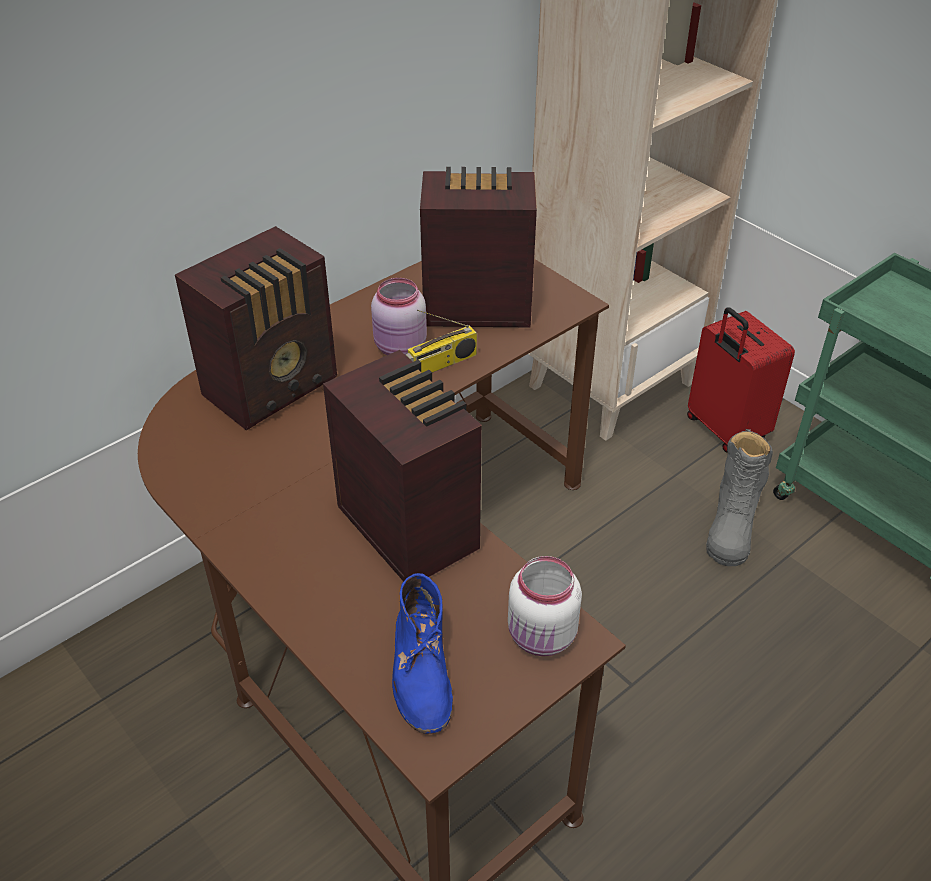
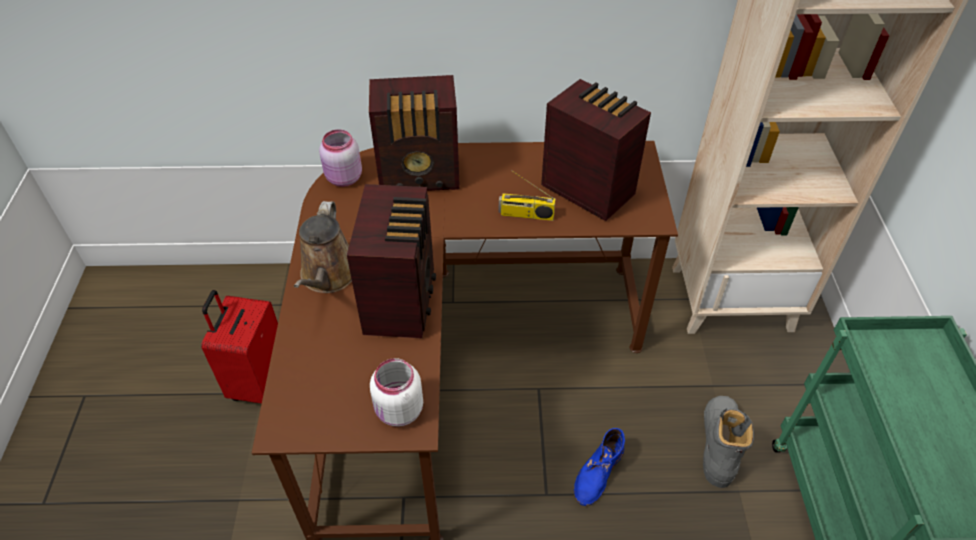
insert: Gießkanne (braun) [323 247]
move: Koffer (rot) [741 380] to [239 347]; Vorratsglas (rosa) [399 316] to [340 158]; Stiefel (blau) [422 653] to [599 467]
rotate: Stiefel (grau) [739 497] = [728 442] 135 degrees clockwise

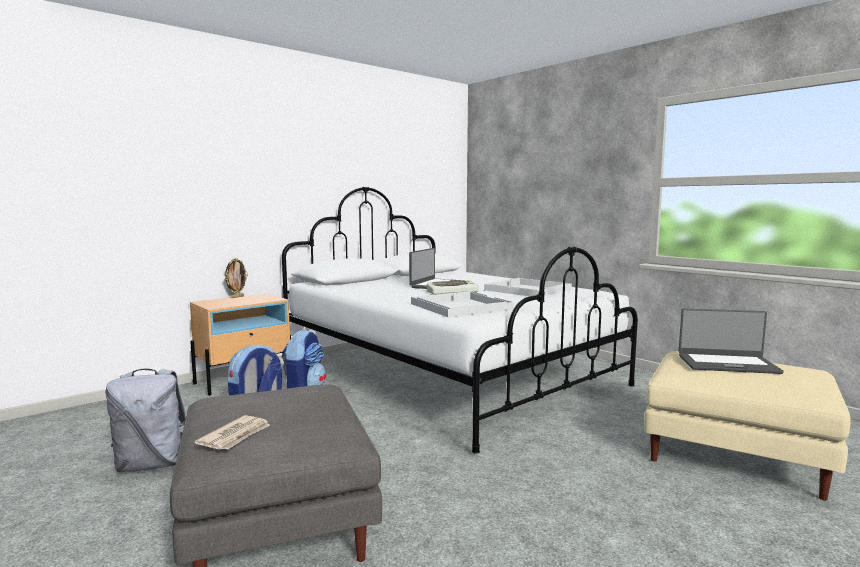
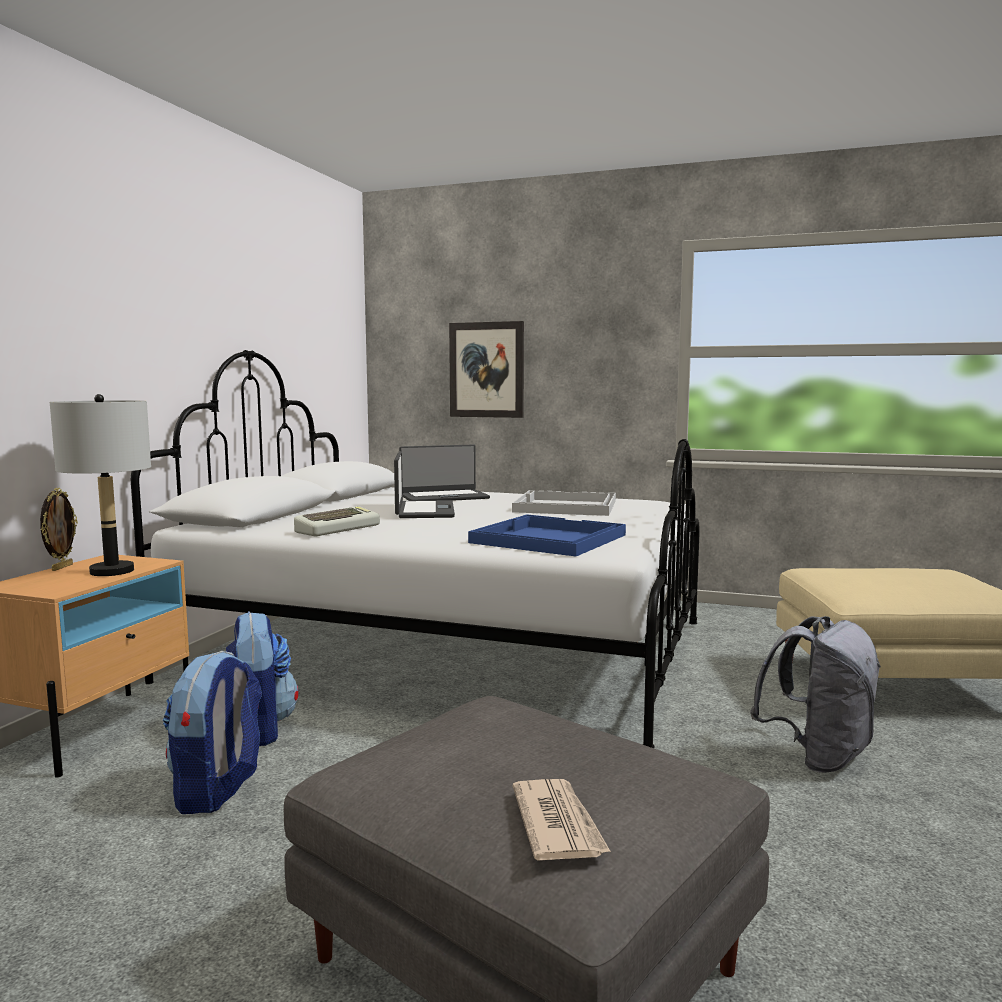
insert: Tischlampe (grau) [100 485]; Bild [486 369]
move: Tastatur [453 287] to [337 521]; Laptop [731 341] to [444 472]; Rucksack (grau) [145 420] to [815 694]
recolor: Tablett (weiß) [462 304] to Tablett (blau) [547 535]

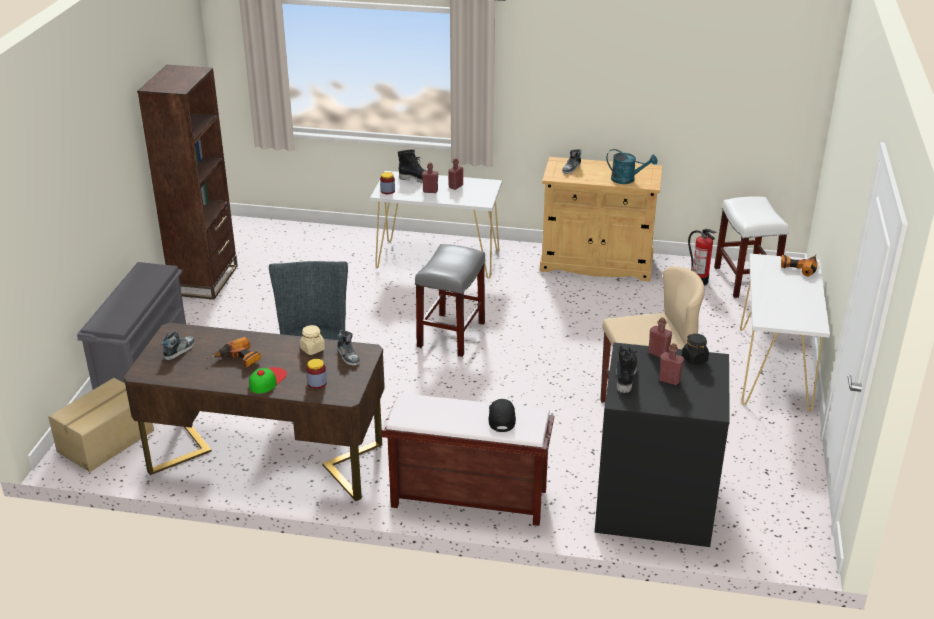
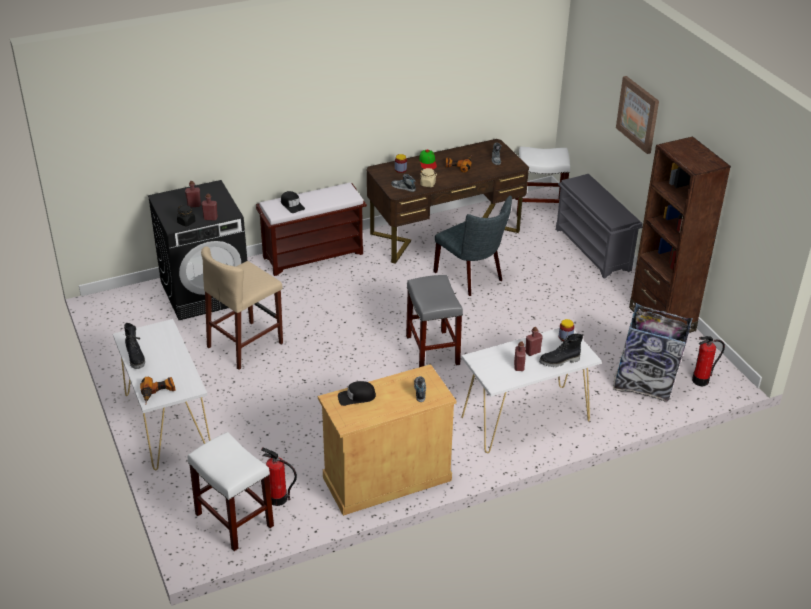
insert: Mülleimer [653 352]; Bild [637 115]; Feuerlöscher [708 361]
move: Stiefel (schwarz) [626 369] to [134 346]
replace: Gießkanne (türkis) [631 166] to Kappe (schwarz) [357 393]; Karton [101 425] to Hocker (weiß) [542 181]

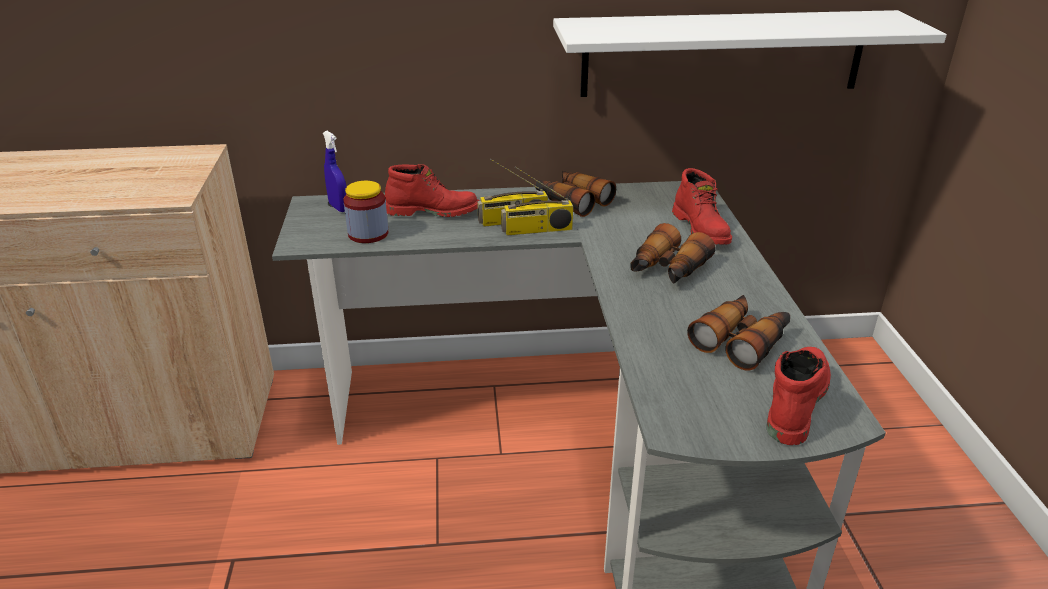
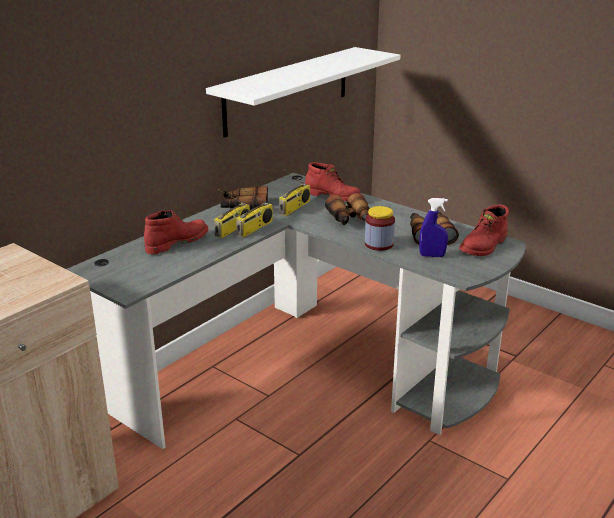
insert: Radio [294 193]
move: Vorratsglas [365 212] to [380 228]; Sprühflasche (blau) [335 171] to [433 227]
rotate: Stiefel (rot) [799 396] = [484 230] 120 degrees counterclockwise

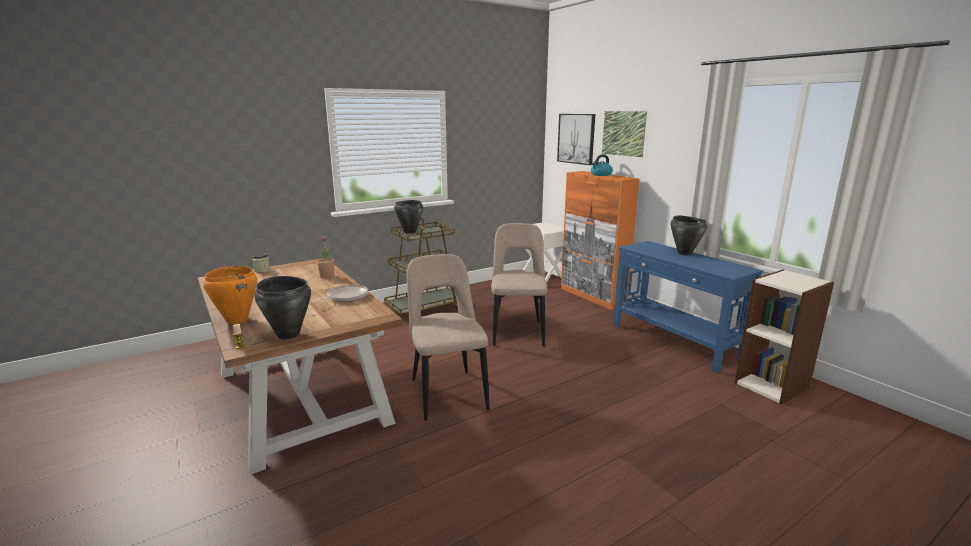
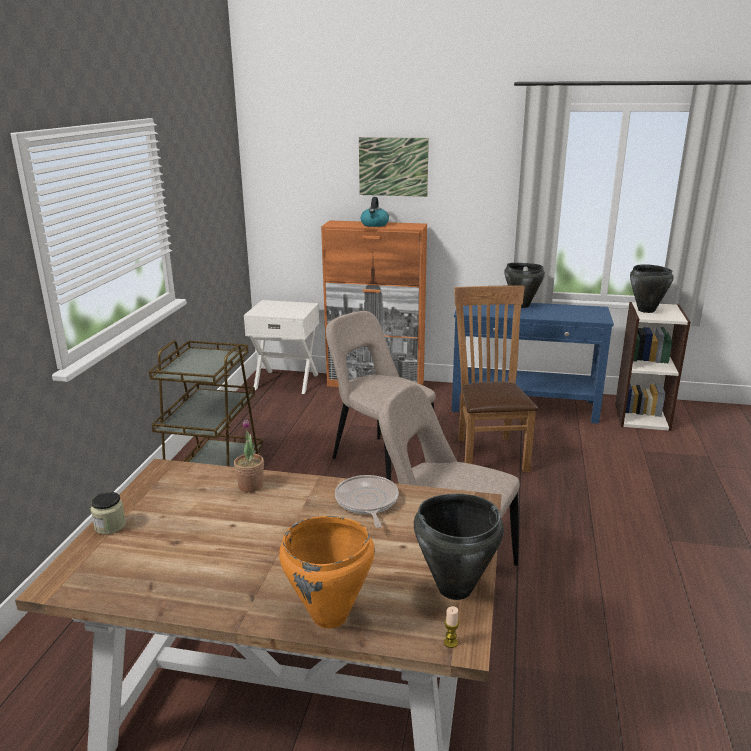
delete: Bild [576 139]
insert: Stuhl (braun) [496 379]
move: Kochtopf (schwarz) [408 217] to [652 288]

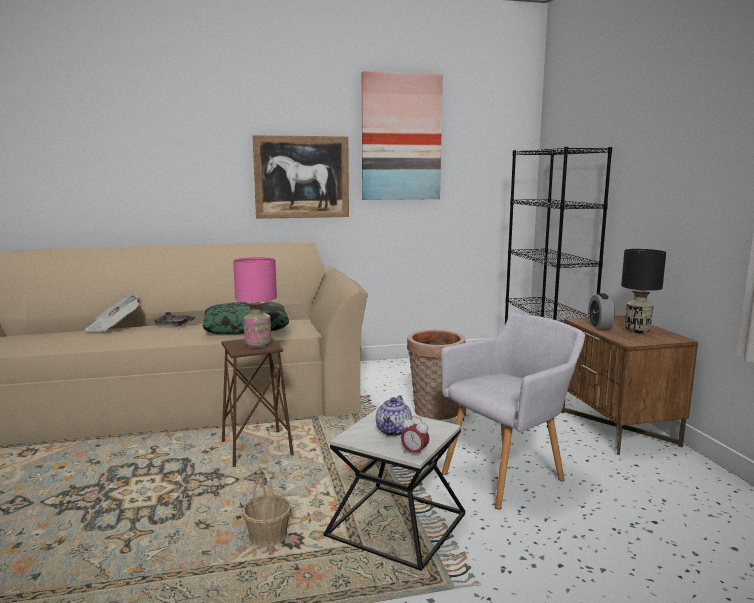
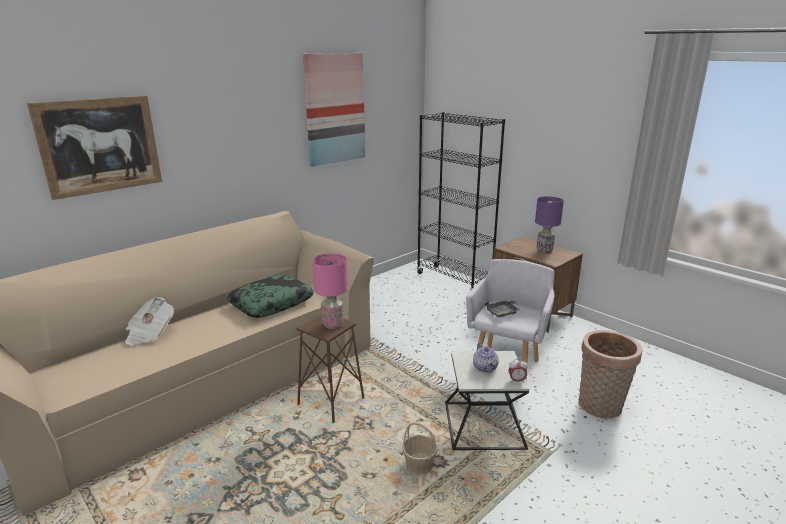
delete: Wecker [601 311]
move: Bild [300 177] to [94 147]; Tablett (grau) [176 319] to [502 309]; Korb [436 375] to [610 374]
recolor: Tischlampe (schwarz) [643 291] to Tischlampe (lila) [549 224]

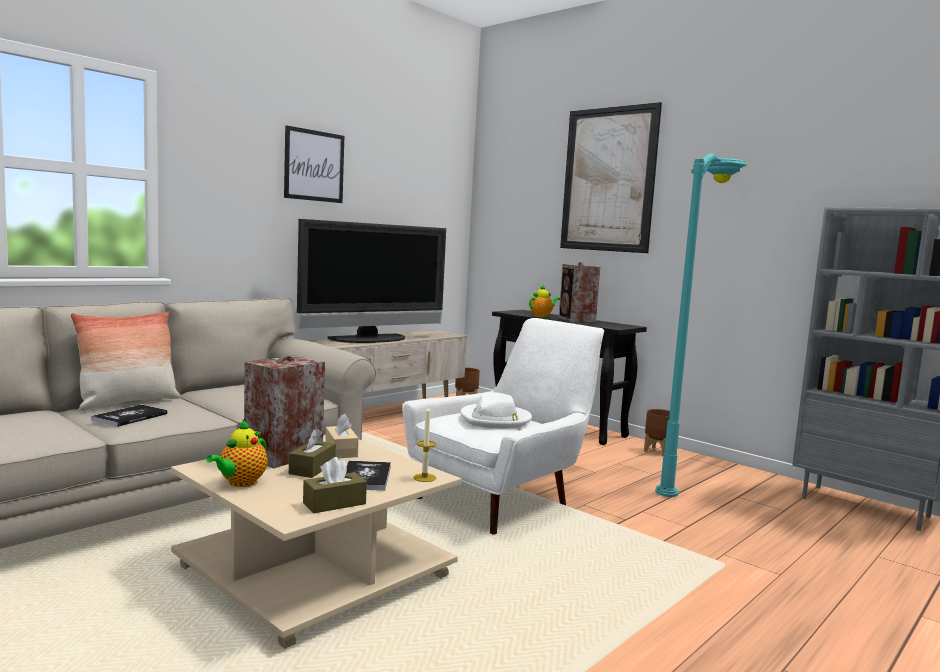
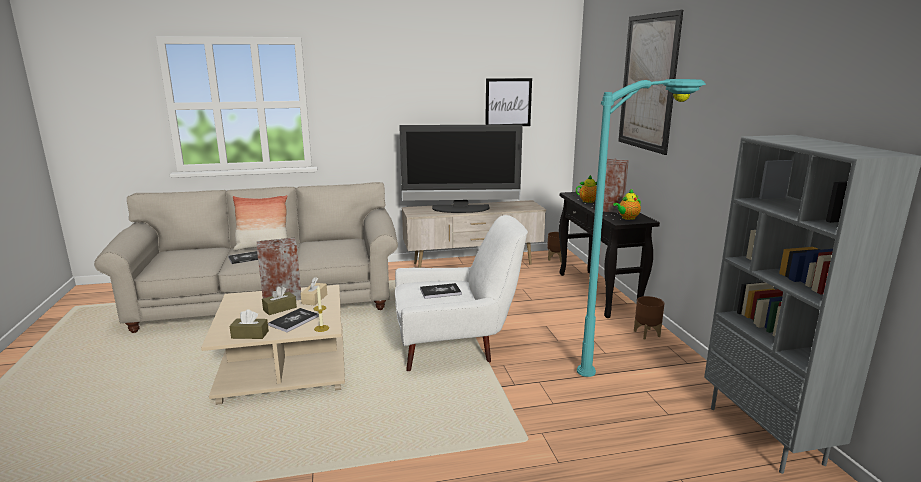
move: Bild [314 164] to [508 102]; Teekanne [237 453] to [627 204]
replace: Hut (weiß) [496 410] to Buch [441 291]

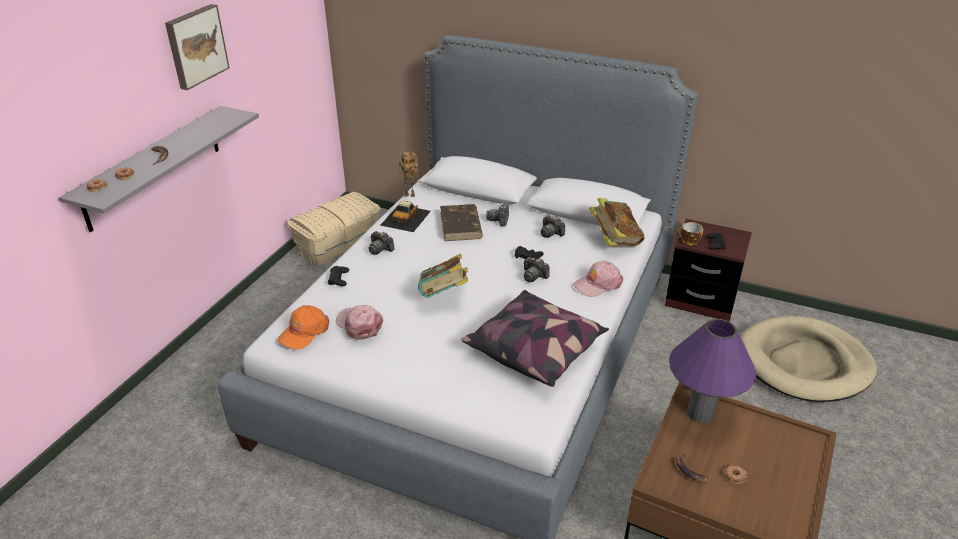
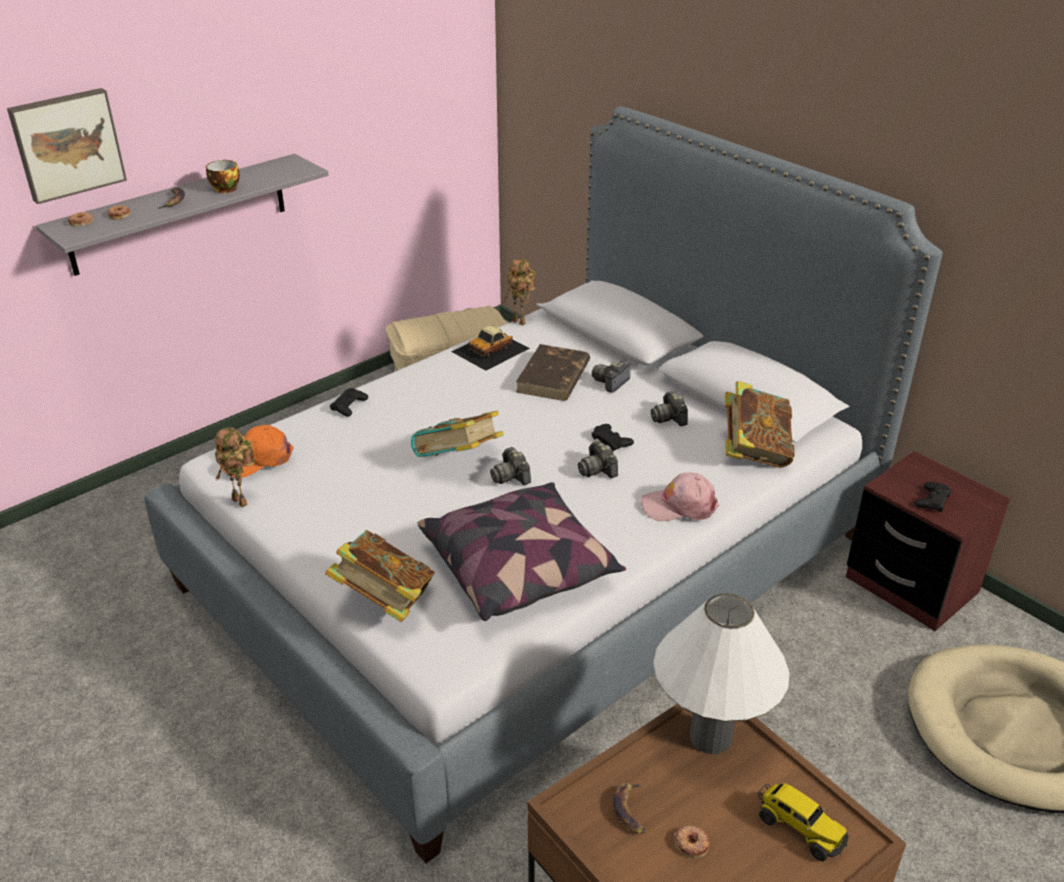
delete: Kappe (rosa) [359 322]
insert: Spielzeugroboter [235 467]; Buch [380 576]; Spielzeuglaster [803 822]
move: Bild [197 47] to [67 146]; Tasse [689 233] to [223 176]; Kamera [381 243] to [510 466]
recolor: Tischlampe (lila) [712 371] to Tischlampe (weiß) [721 674]

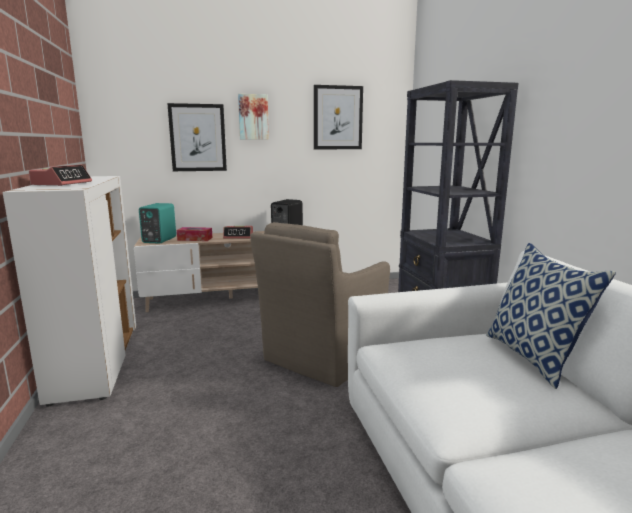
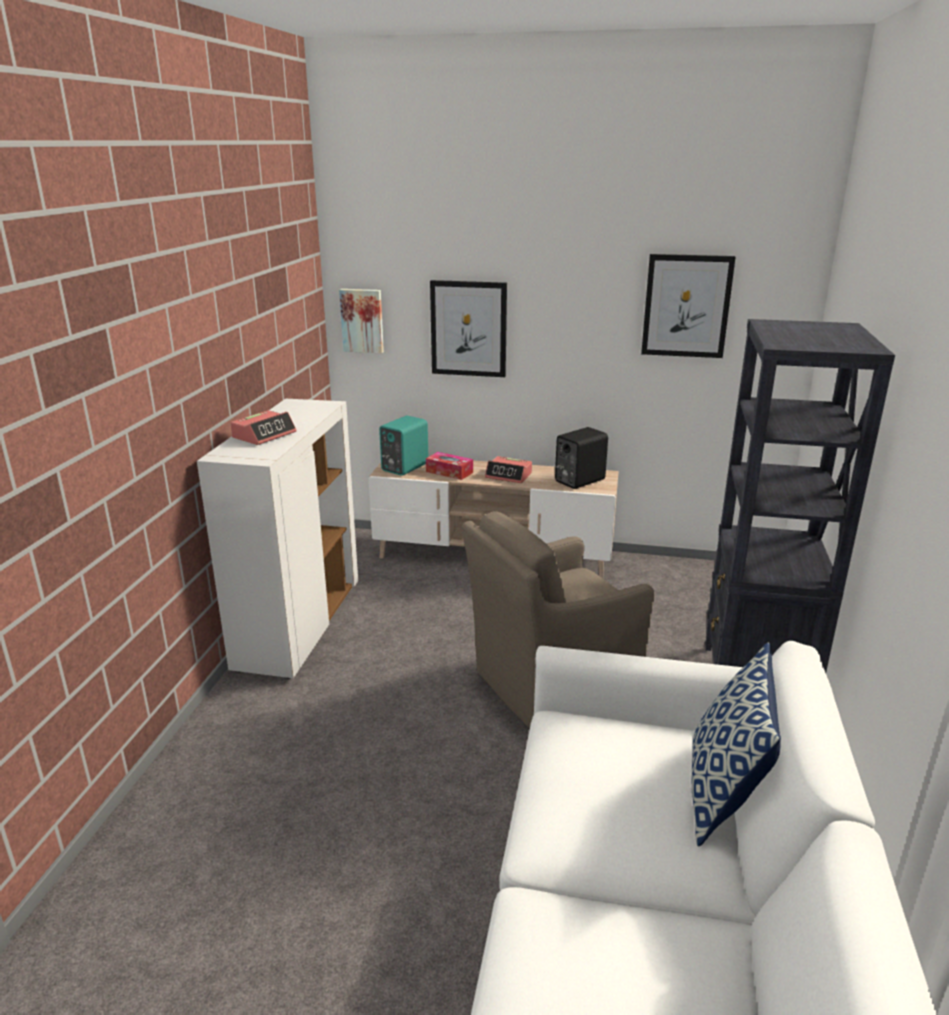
move: Bild [253 117] to [361 321]

